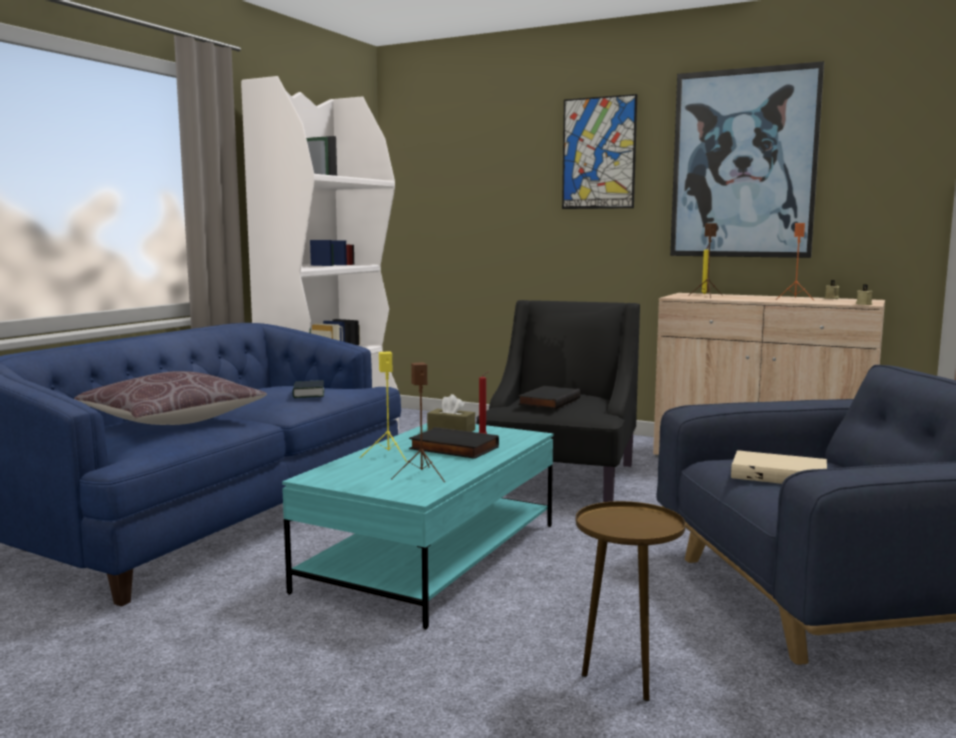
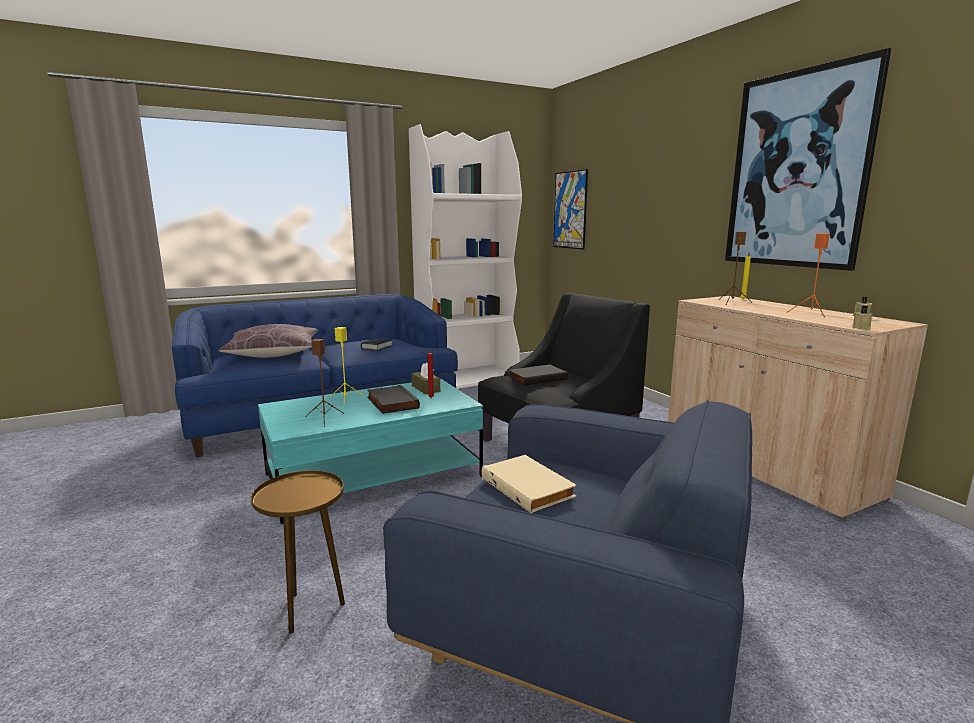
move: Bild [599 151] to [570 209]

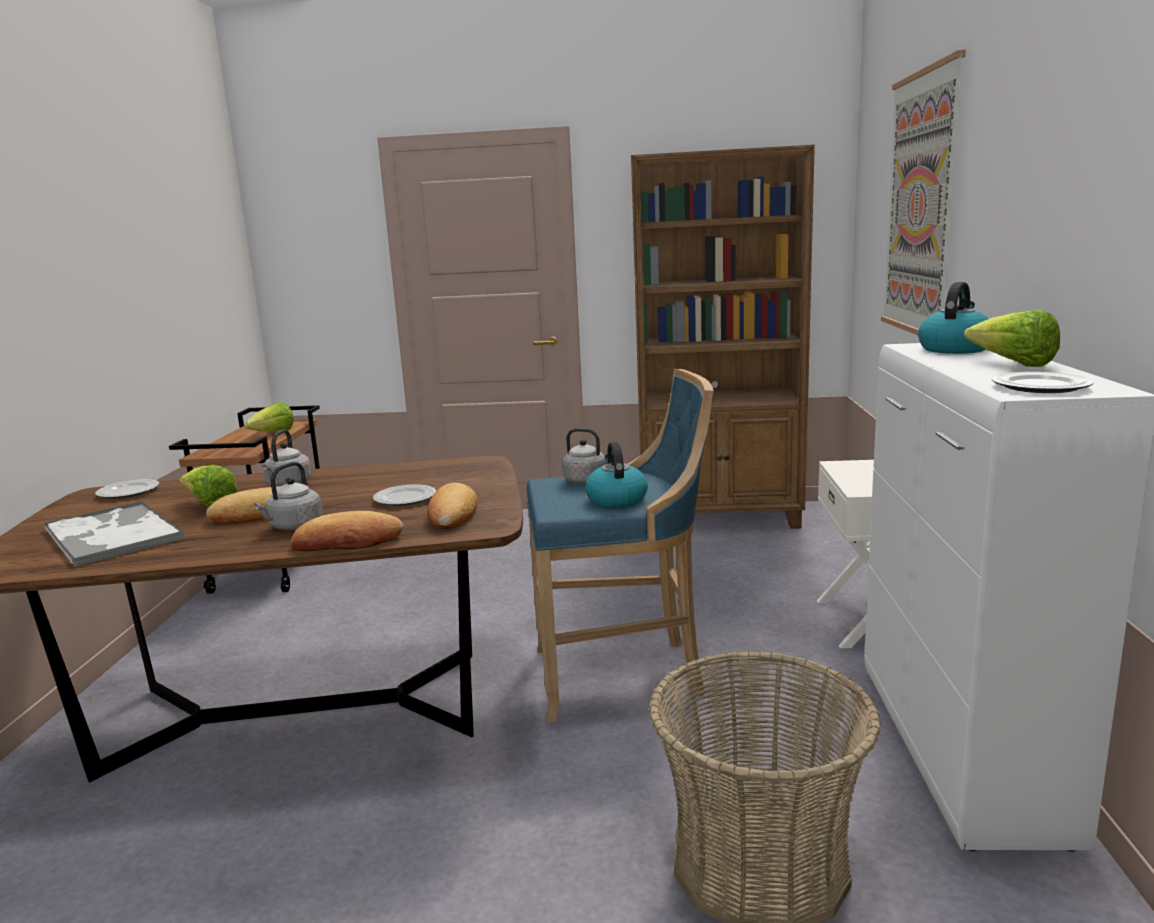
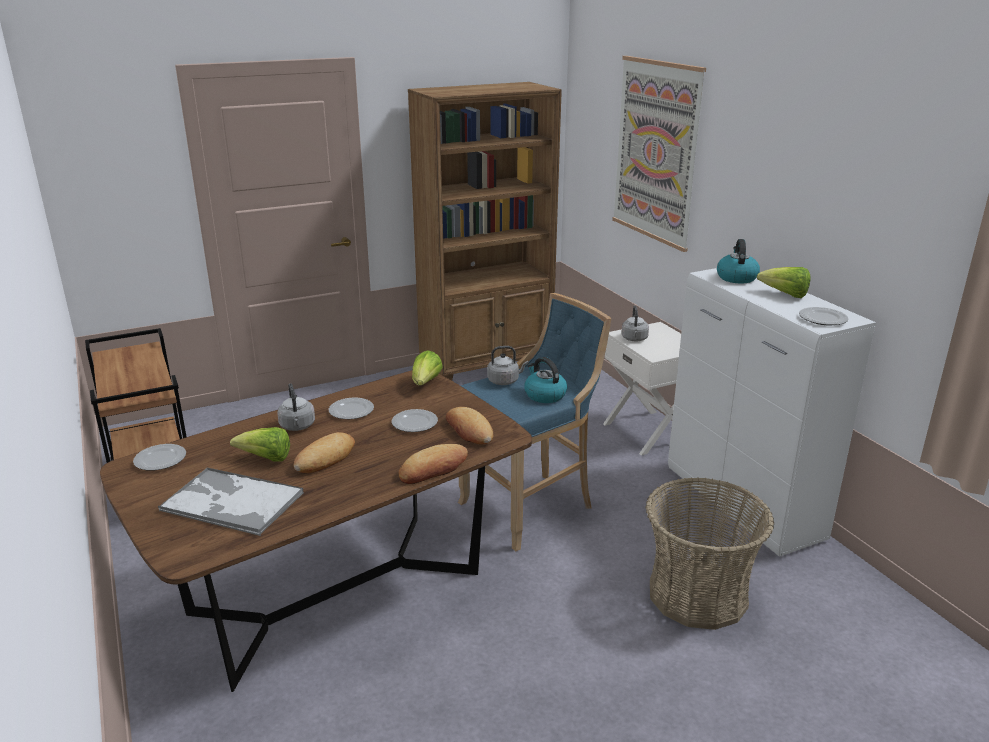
insert: Teller [351 408]
move: Salatkopf [269 417] to [427 368]; Wasserkessel (grau) [287 496] to [635 323]

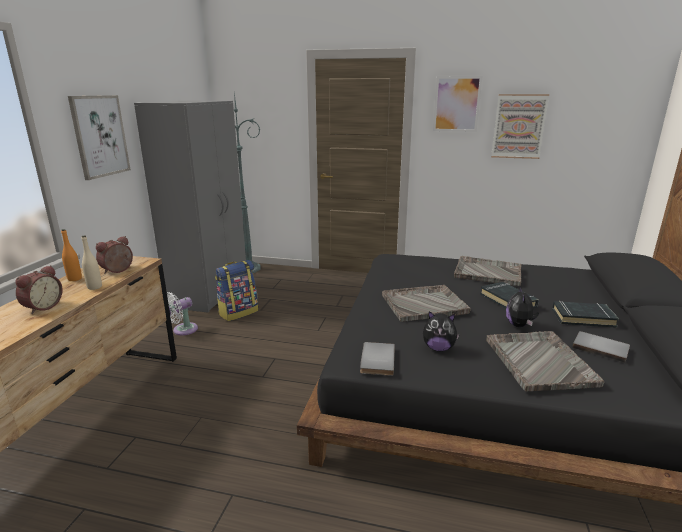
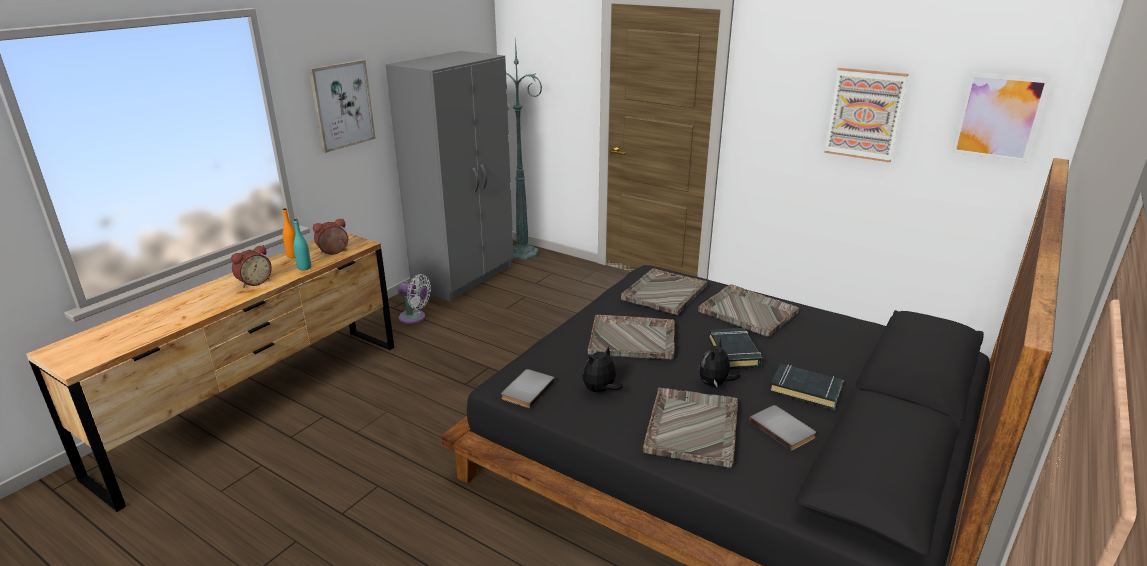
delete: Rucksack [236 290]
insert: Tablett (grau) [664 291]
move: Bild [457 104] to [1001 118]
recolor: Flasche (beige) [92 263] to Flasche (türkis) [302 244]
rotate: Ventilator (weiß) [182 313] = [414 299] 135 degrees counterclockwise; Plüschtier [441 331] = [602 369] 105 degrees clockwise

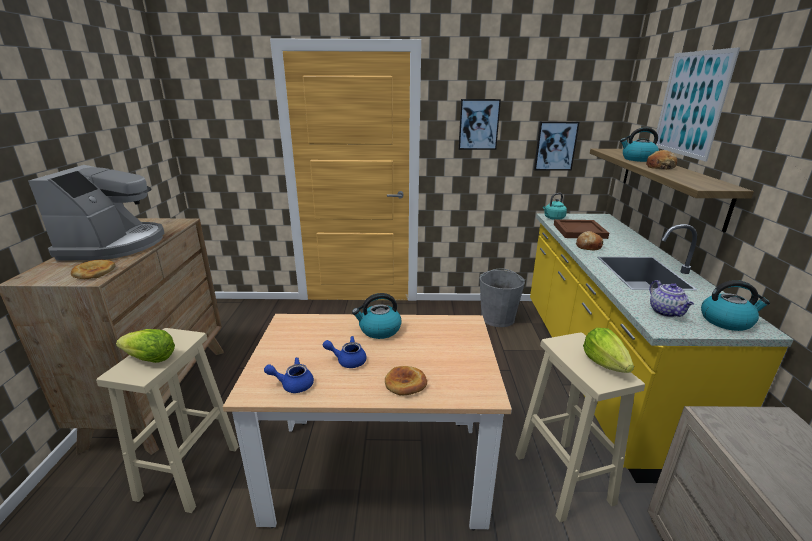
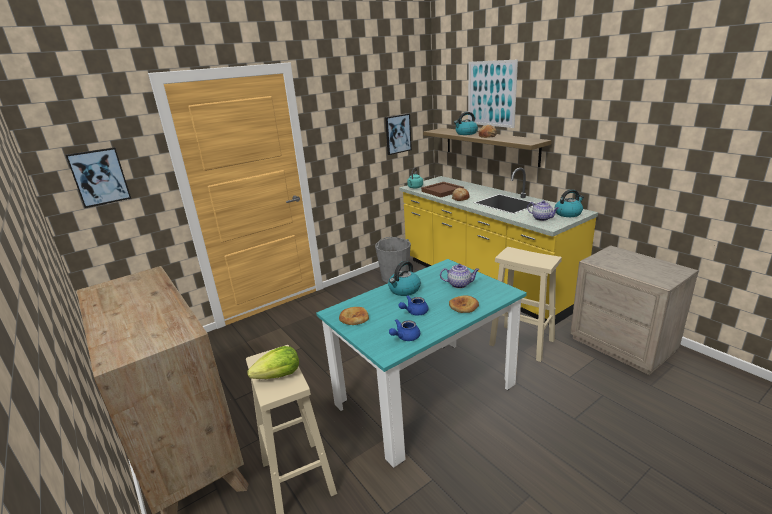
delete: Kaffeemaschine [96 212]; Salatkopf [608 350]
insert: Teekanne [459 276]
move: Bild [479 124] to [98 177]; Brot [93 269] to [354 316]
recolor: Esstisch (beige) [367 422] to Esstisch (türkis) [421 363]

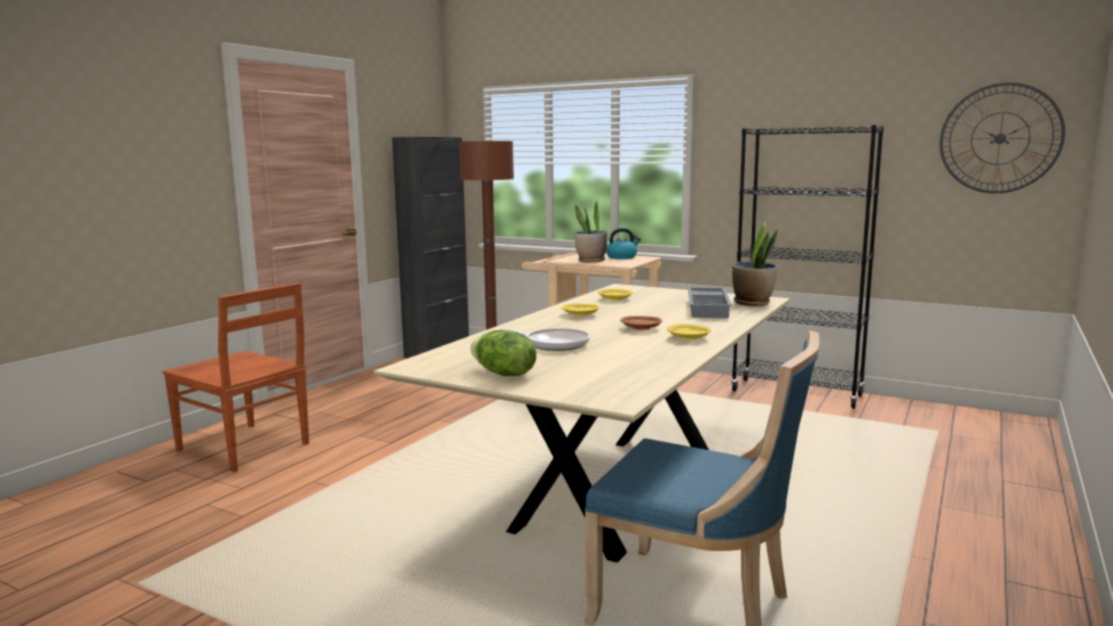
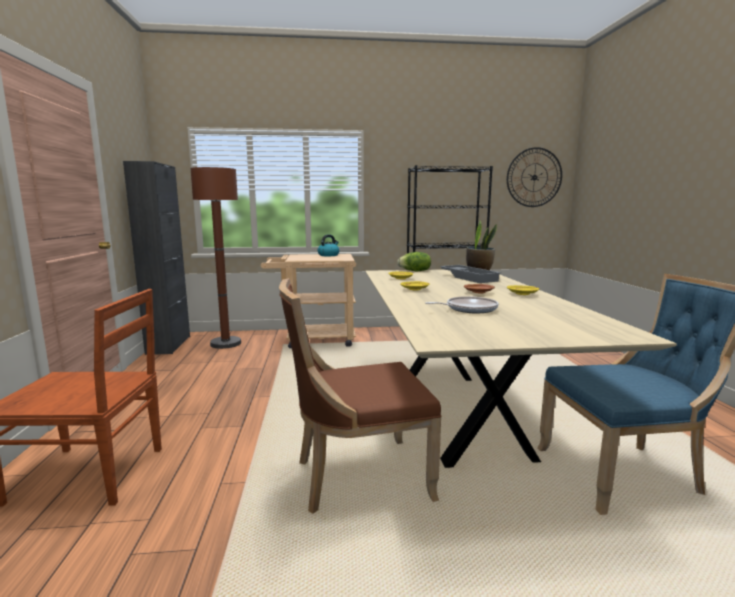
delete: Topfpflanze [591 232]
insert: Stuhl (braun) [360 396]
move: Salatkopf [504 353] to [414 261]

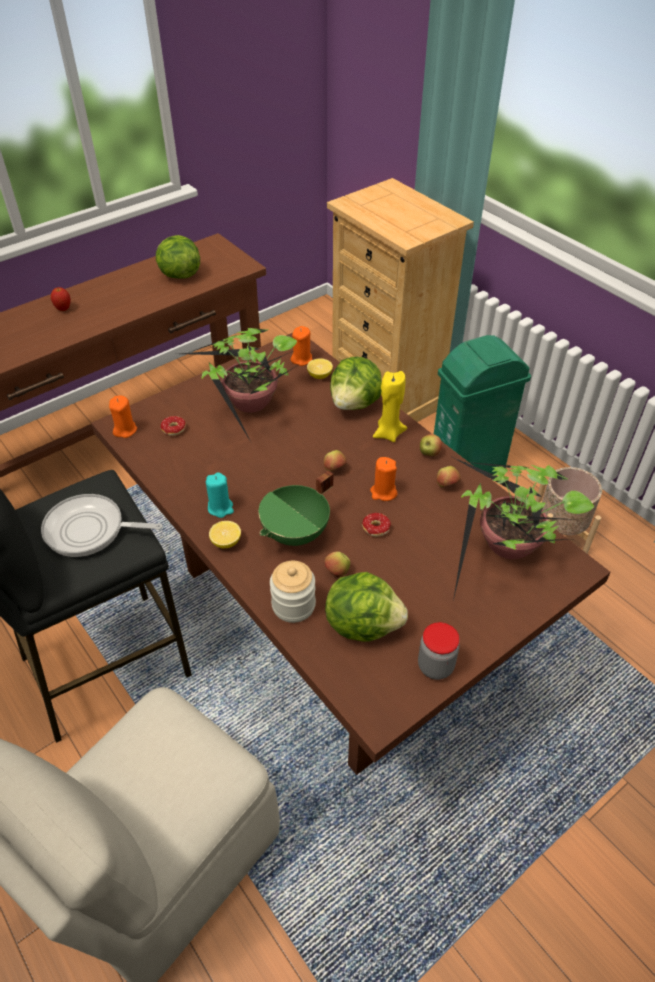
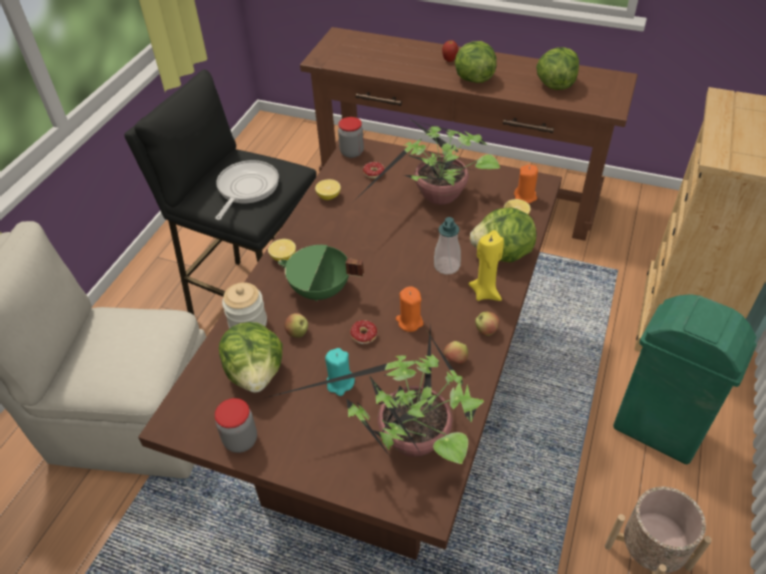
delete: Apfel [335 461]
insert: Zitrone [328 189]; Seifenspender [447 245]; Salatkopf [476 62]
move: Kerze (türkis) [220 495] to [340 372]
replace: Kerze (orange) [123 417] to Vorratsglas [351 137]
rotate: Pfanne [101 525] = [247 190] 45 degrees clockwise

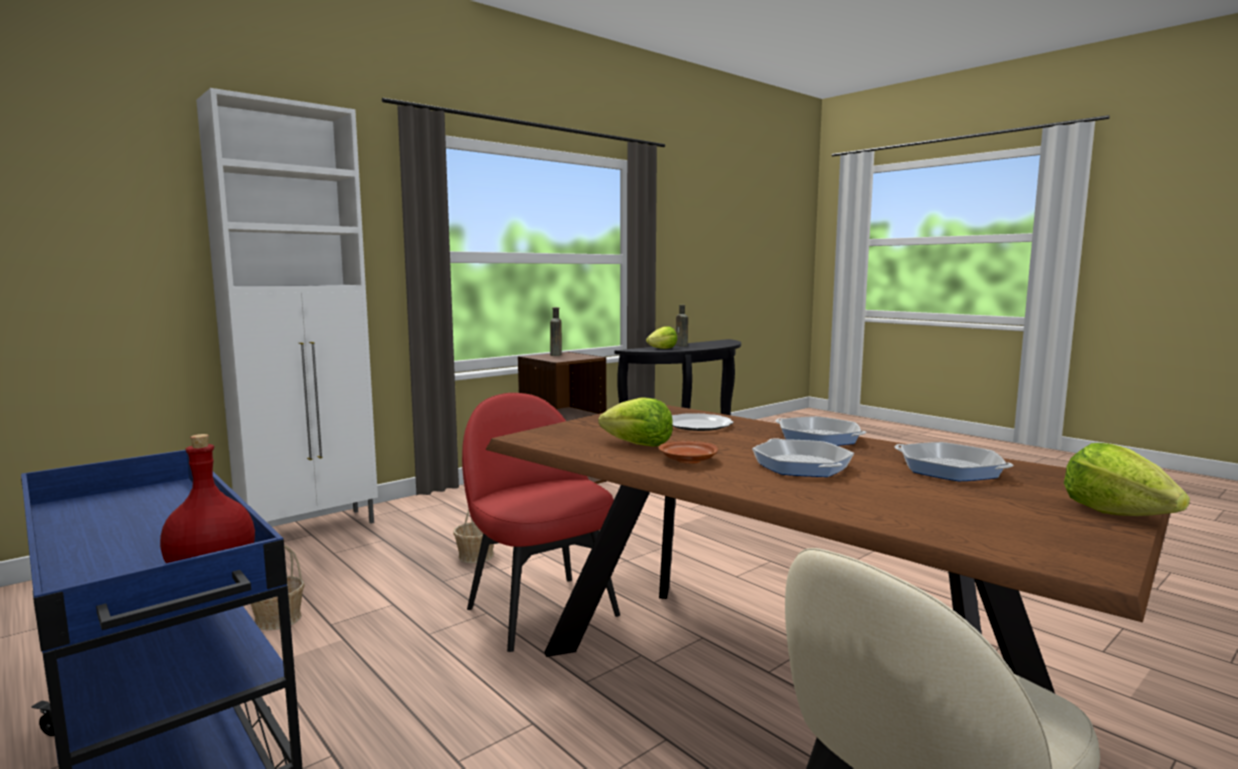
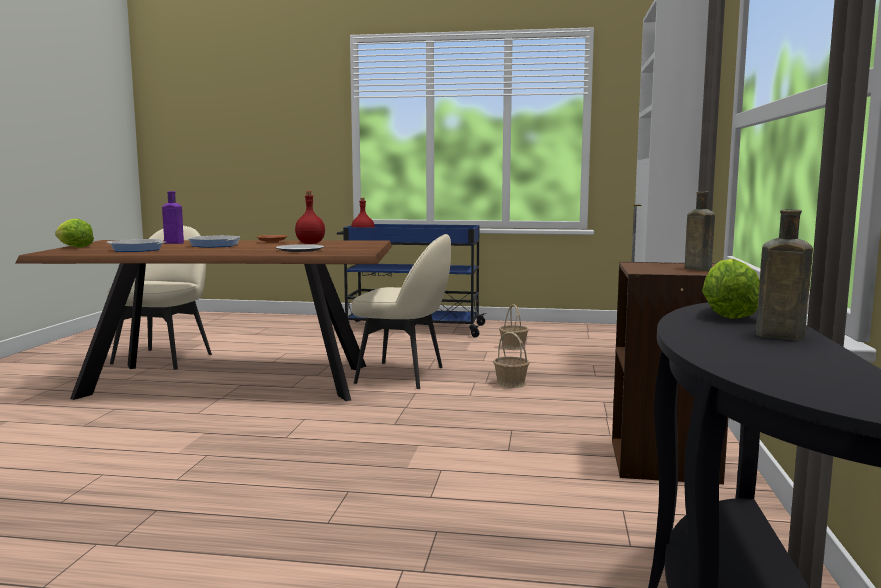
delete: Pfanne [821 431]
insert: Flasche (lila) [173 217]
replace: Salatkopf [635 422] to Flasche (rot) [310 217]
recolor: Stuhl (rot) [541 522] to Stuhl (beige) [401 311]

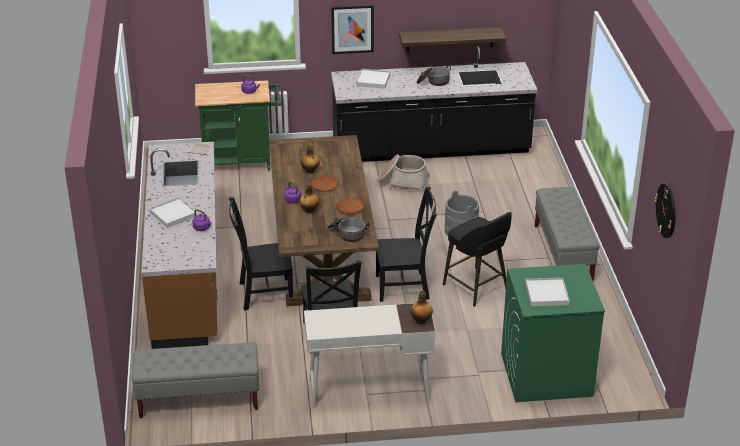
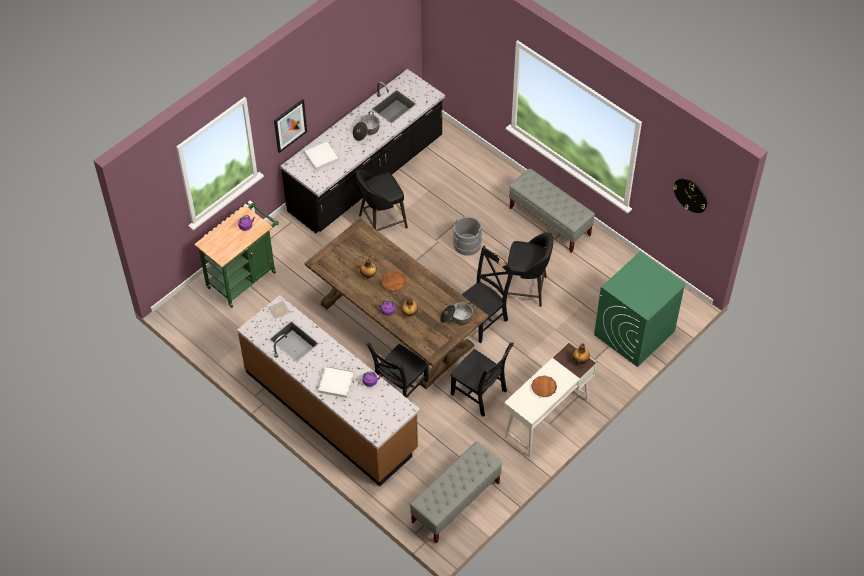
delete: Wandregal [452 39]; Tablett (weiß) [547 292]
move: Teller (braun) [350 206] to [544 386]
replace: Korb [403 174] to Hocker (schwarz) [382 200]

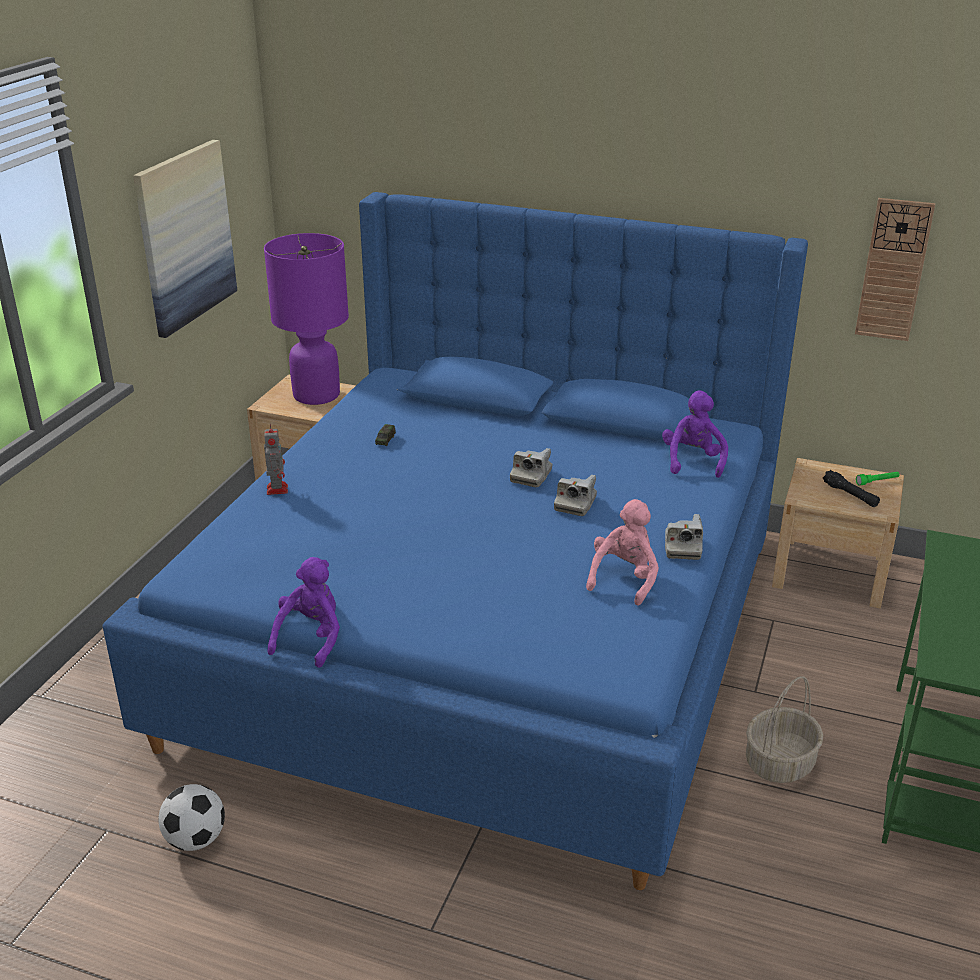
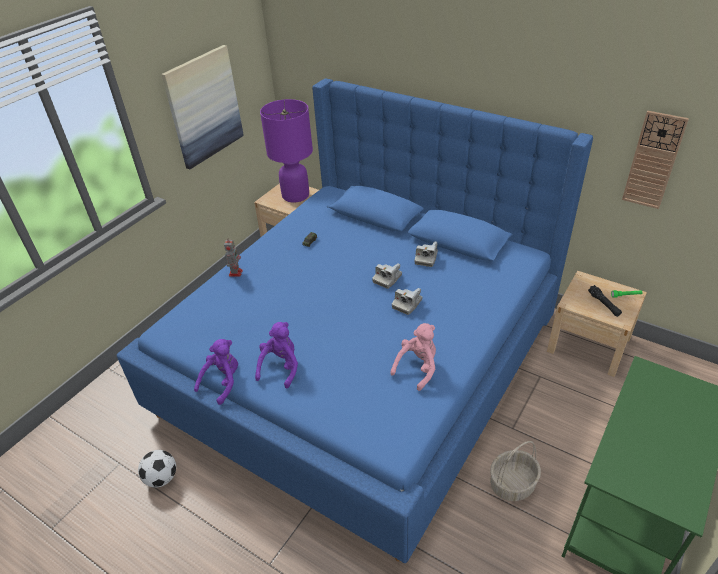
move: Plüschtier (lila) [695 434] to [276 355]; Kamera [684 537] to [426 254]

